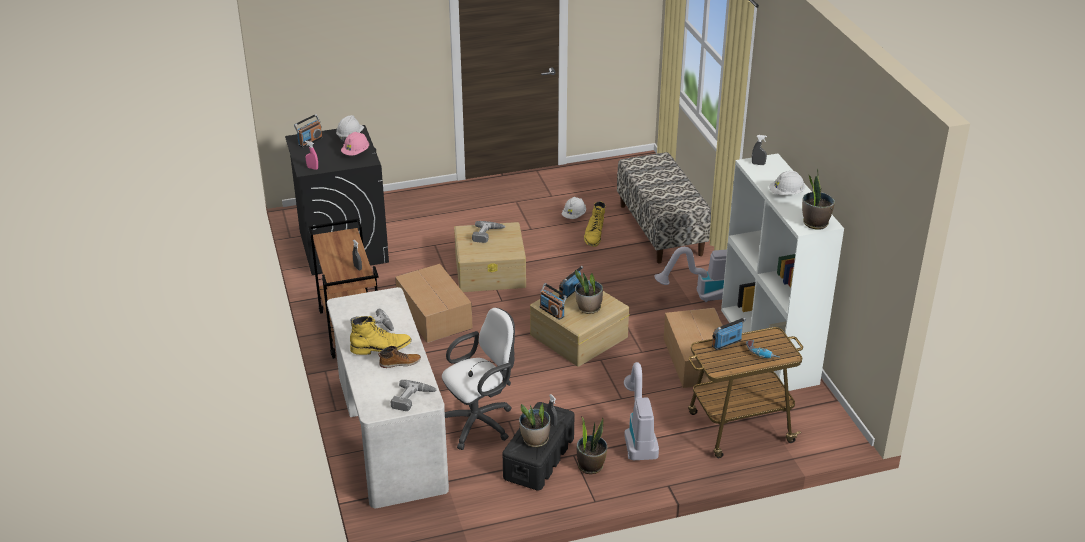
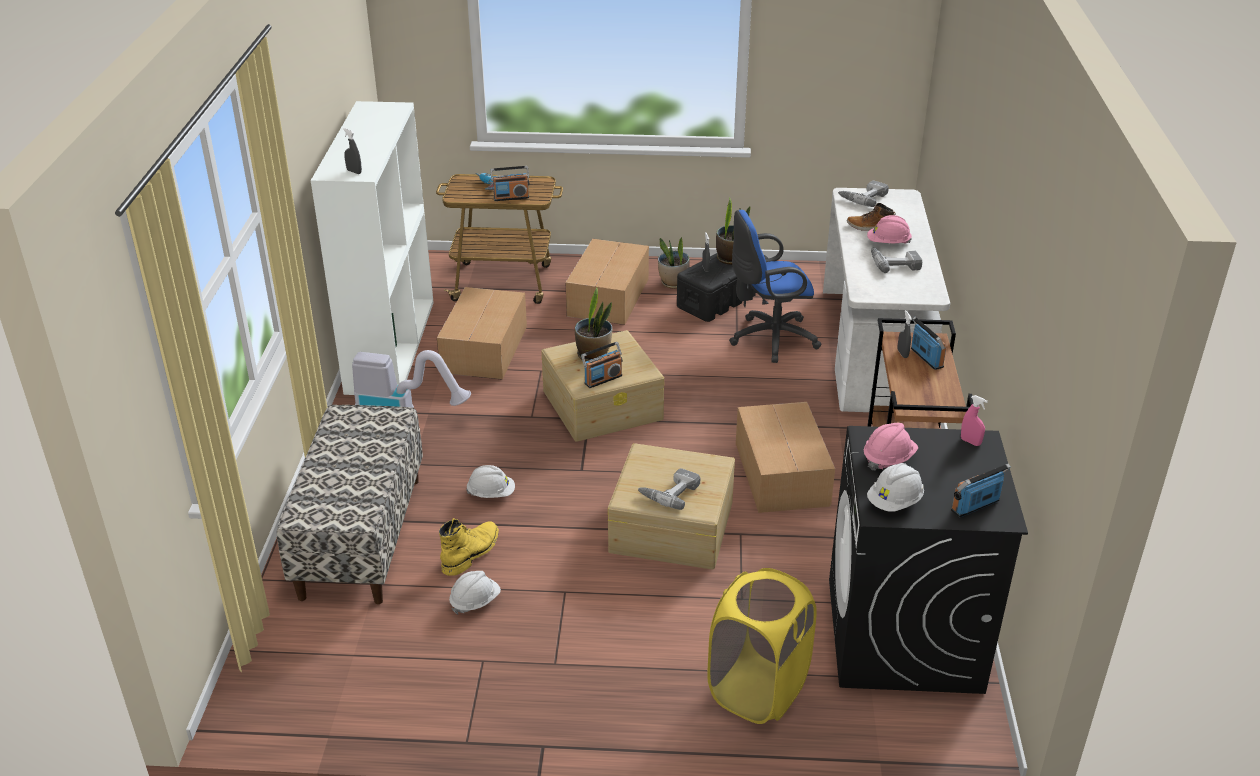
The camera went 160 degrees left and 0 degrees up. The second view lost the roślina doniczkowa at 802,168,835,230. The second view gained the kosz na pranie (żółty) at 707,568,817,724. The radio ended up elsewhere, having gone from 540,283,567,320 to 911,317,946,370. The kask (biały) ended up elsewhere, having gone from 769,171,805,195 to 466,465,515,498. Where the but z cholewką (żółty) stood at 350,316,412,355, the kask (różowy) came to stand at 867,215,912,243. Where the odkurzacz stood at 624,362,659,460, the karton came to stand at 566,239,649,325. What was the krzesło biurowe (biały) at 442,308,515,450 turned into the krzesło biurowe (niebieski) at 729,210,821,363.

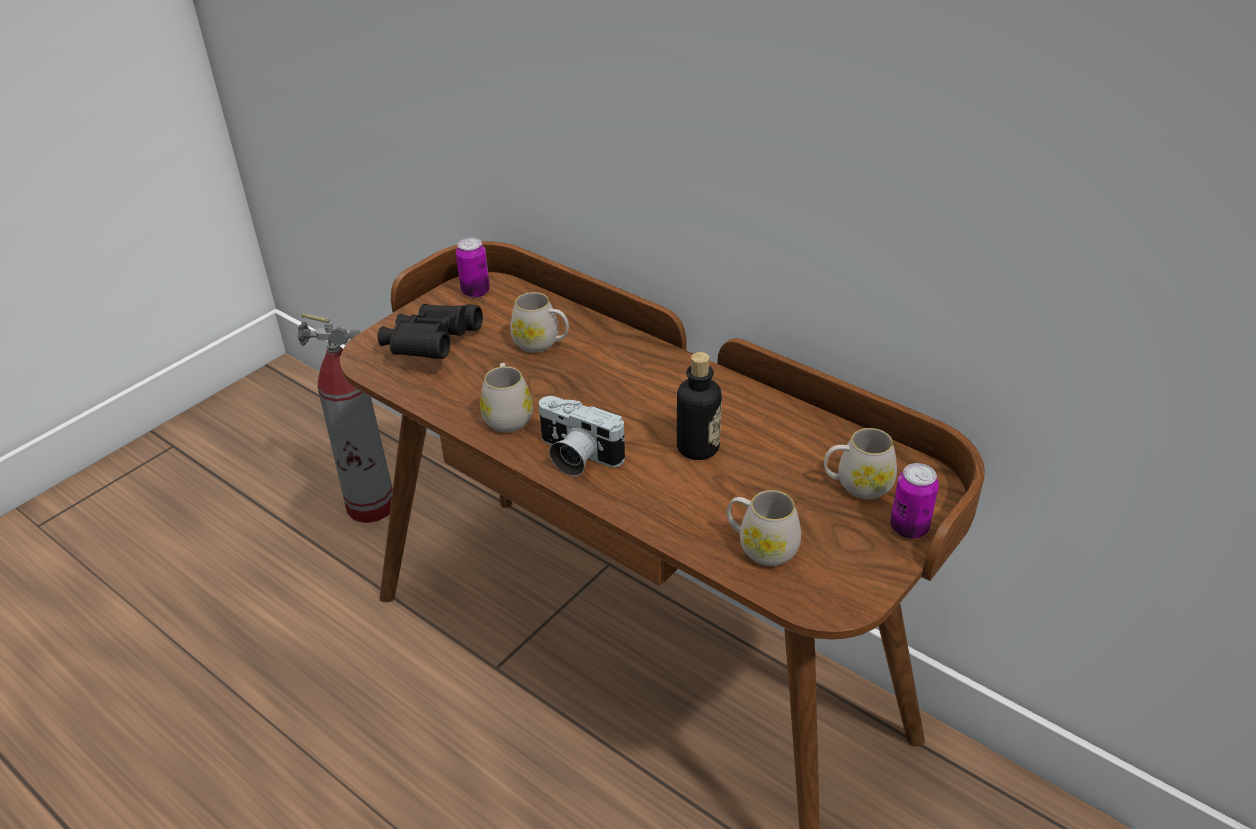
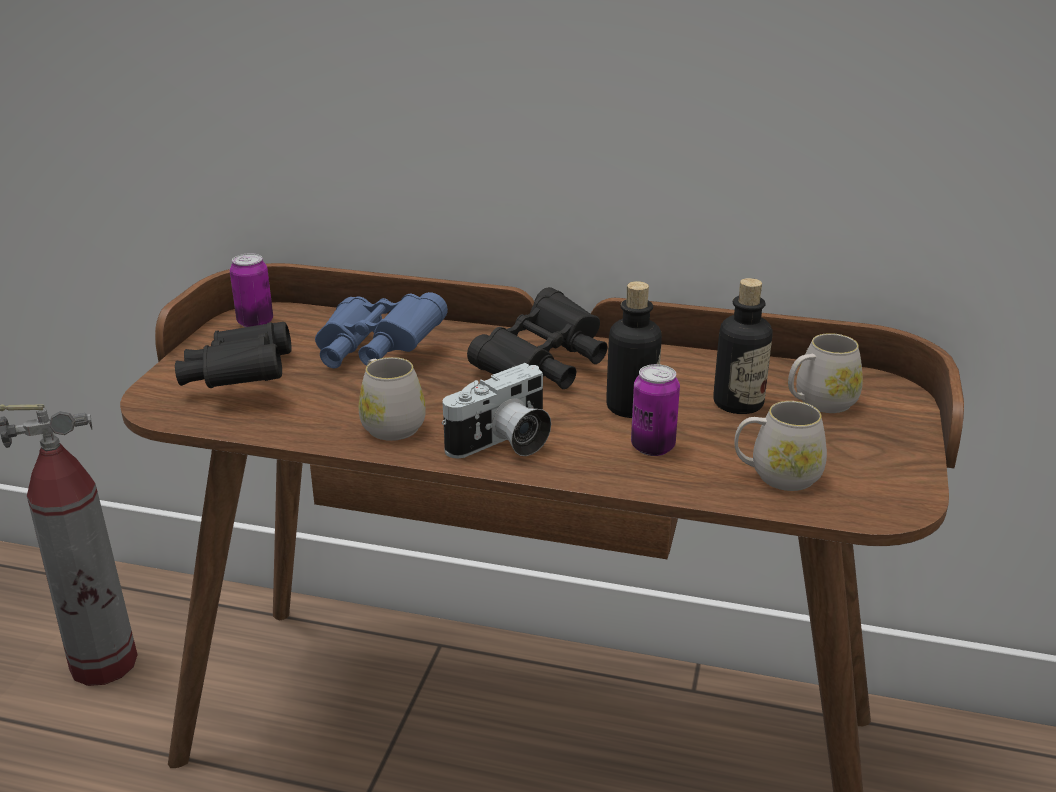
The camera went 25 degrees left and 10 degrees down. The second view gained the lornetka (czarny) at 467,287,608,389. The second view gained the butelka at 713,278,772,414. The puszka ended up elsewhere, having gone from 890,463,939,538 to 631,364,680,456. Where the kubek (biały) stood at 510,292,569,353, the lornetka (niebieski) came to stand at 315,292,448,369. The aparat fotograficzny at 538,396,626,476 ended up facing another way, 45 degrees counterclockwise from before.

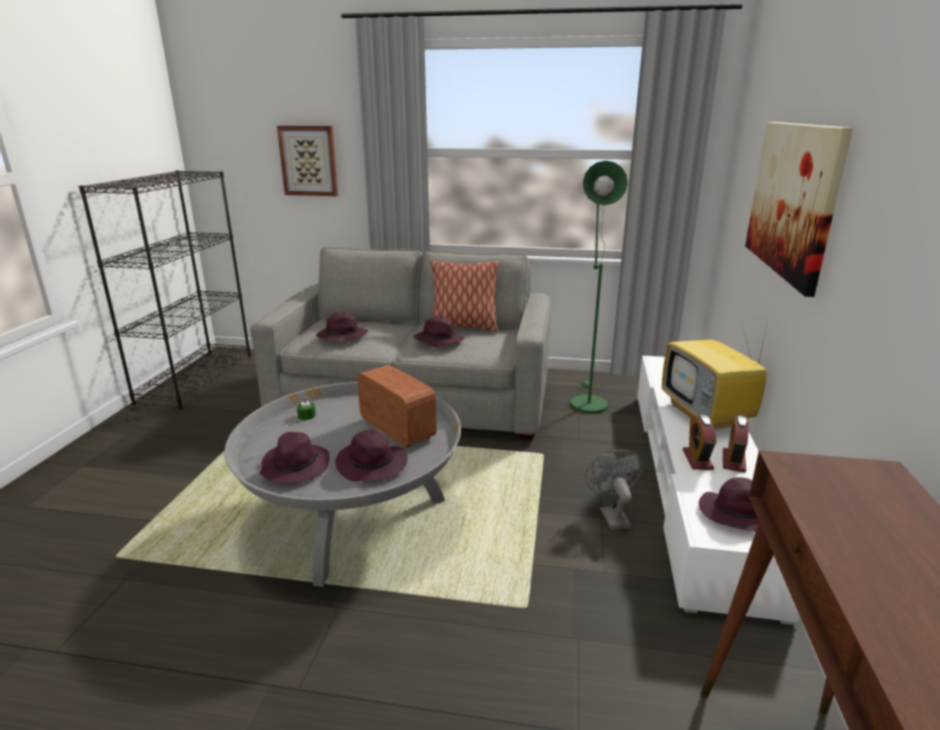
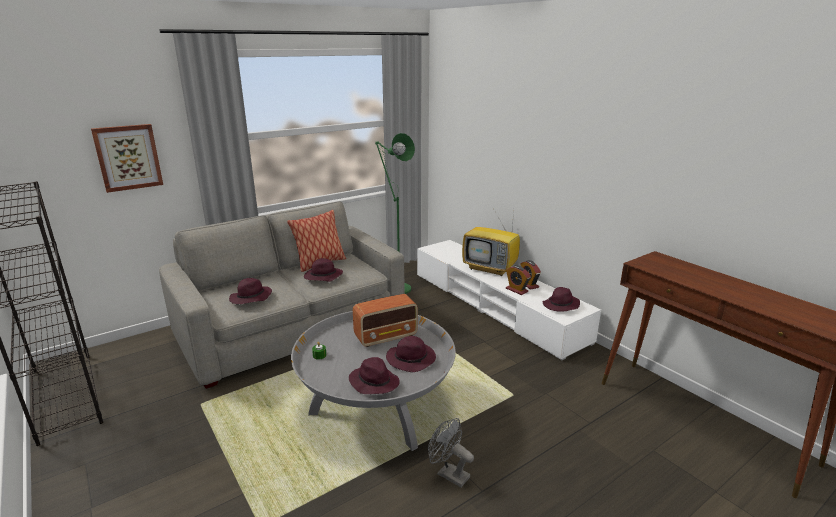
The camera went 45 degrees left and 0 degrees up. The second view lost the obraz at 745,122,853,297. The wentylator (szary) ended up elsewhere, having gone from 585,450,643,530 to 428,418,474,487. The radio at 357,365,437,448 ended up facing another way, 150 degrees clockwise from before.

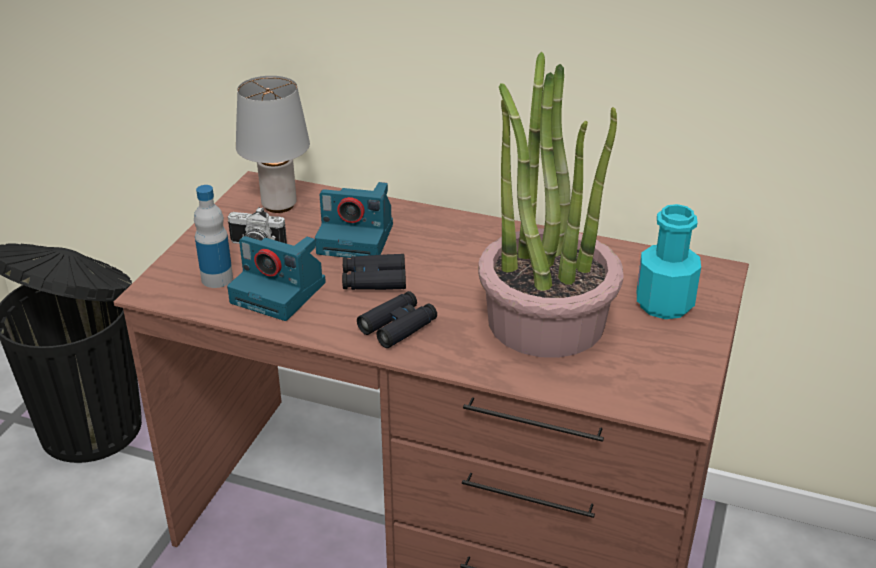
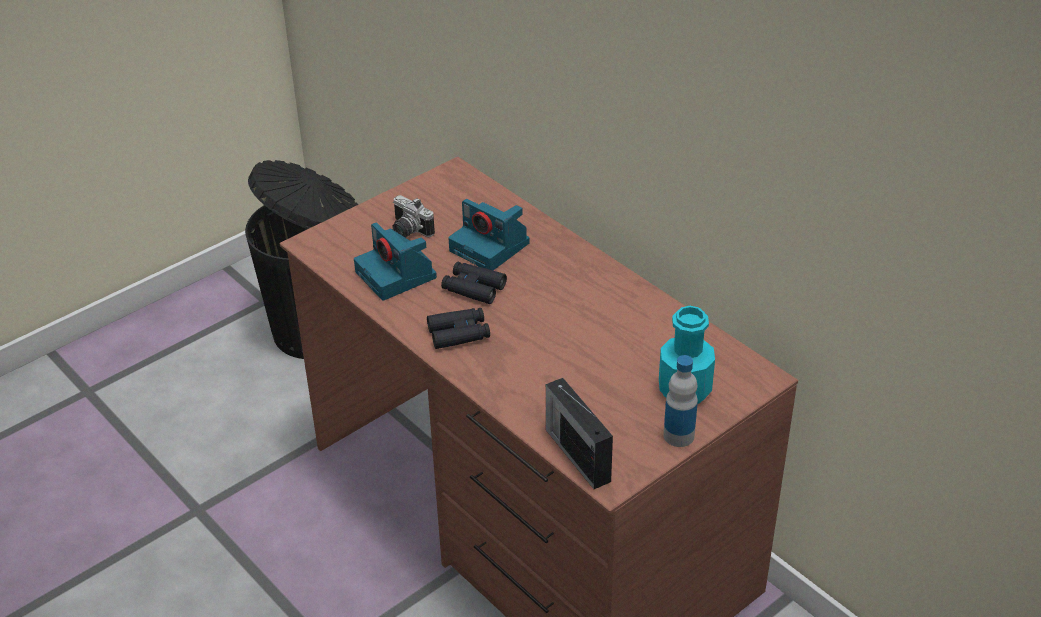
The camera went 30 degrees right and 5 degrees up. The second view lost the lampa stołowa (szary) at 236,76,310,213. The second view lost the roślina doniczkowa at 478,52,624,358. The second view gained the radio at 546,378,613,489. The butelka ended up elsewhere, having gone from 194,185,233,288 to 664,355,698,447.

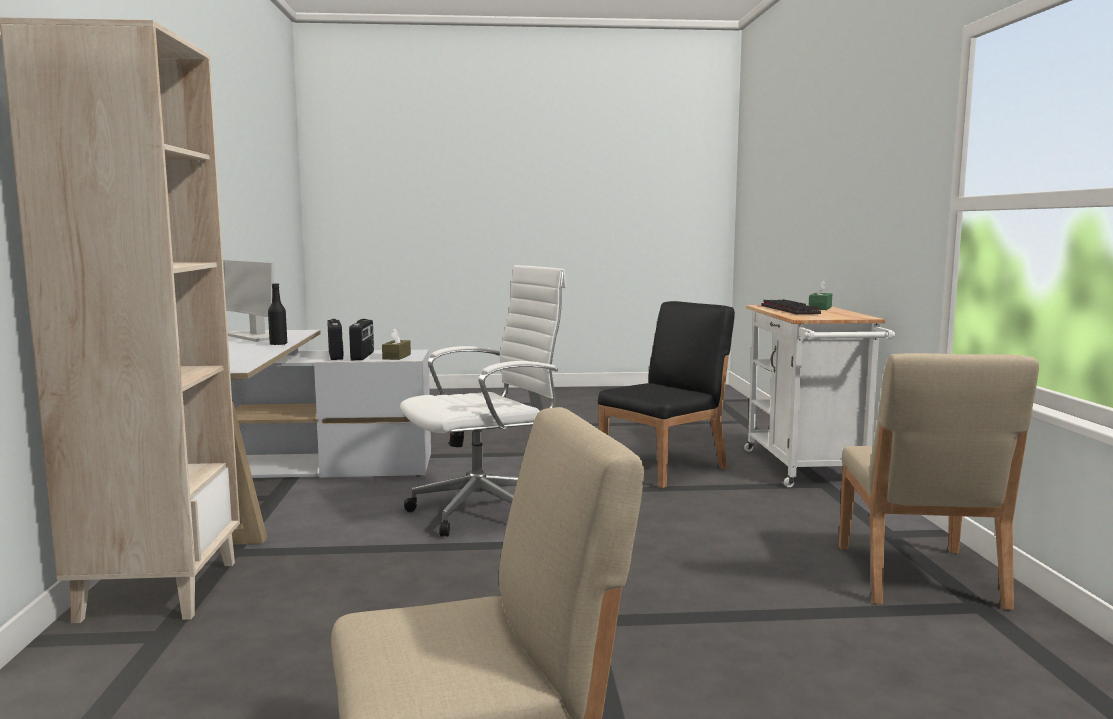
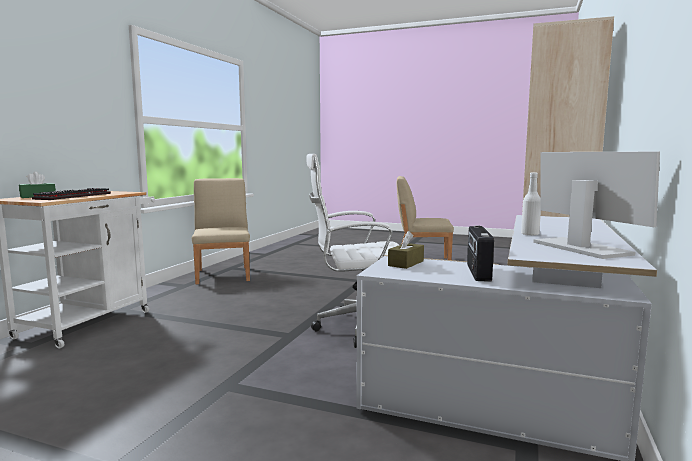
The camera went 155 degrees left and 0 degrees up. The second view lost the radio at 349,319,374,360. The second view lost the krzesło (czarny) at 598,301,735,488. What was the butelka (czarny) at 268,283,287,345 turned into the butelka (biały) at 521,172,541,236. The krzesło (beżowy) at 839,353,1039,610 ended up facing another way, 45 degrees counterclockwise from before.

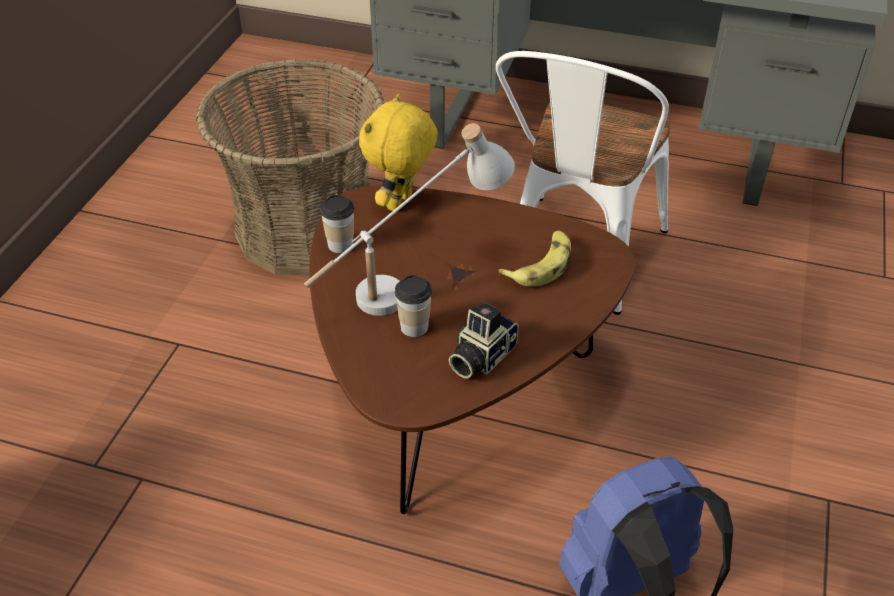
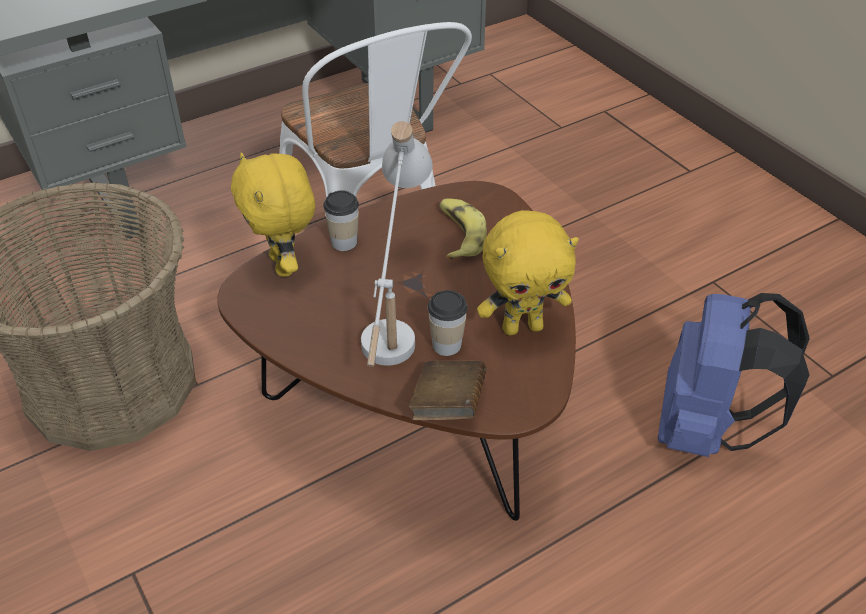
The camera went 50 degrees left and 0 degrees up. The second view gained the książka (brązowy) at 409,361,486,421. The filiżanka ended up elsewhere, having gone from 320,195,354,253 to 323,190,359,251. Where the aparat fotograficzny stood at 449,301,518,379, the pluszak (żółty) came to stand at 477,210,579,335.

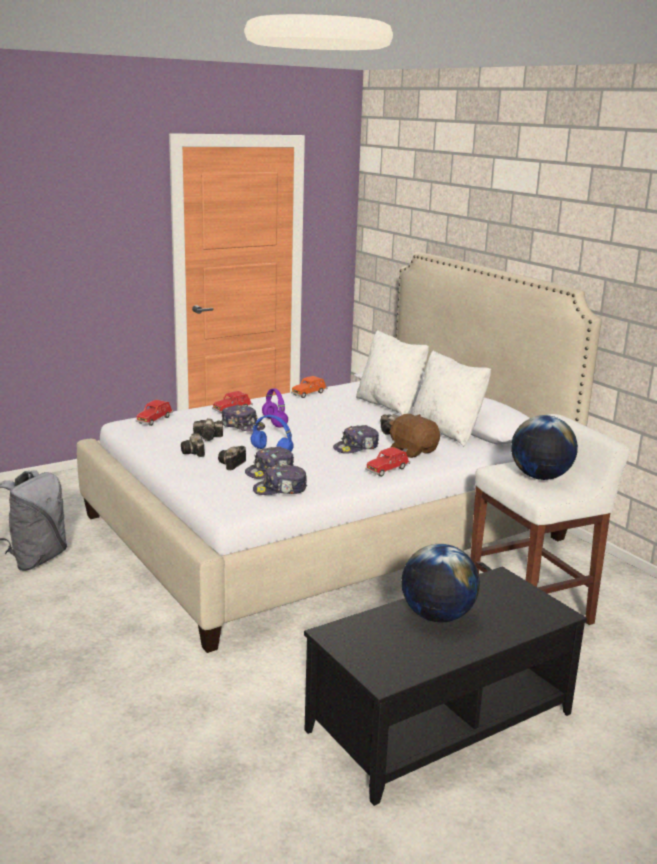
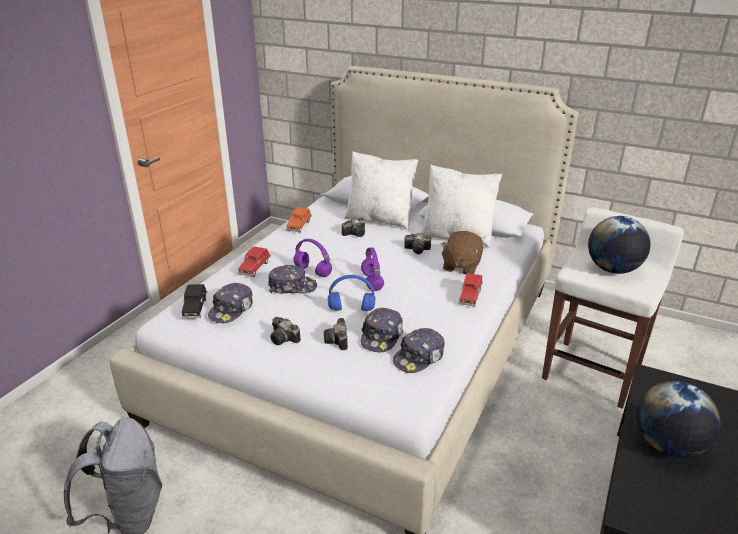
The camera went 30 degrees left and 10 degrees up. The second view gained the słuchawki (fioletowy) at 361,247,384,291. The aparat fotograficzny ended up elsewhere, having gone from 193,418,223,441 to 342,217,365,237. The czapka z daszkiem ended up elsewhere, having gone from 333,425,379,454 to 208,283,253,323. What was the samochodzik (czerwony) at 136,400,173,426 turned into the samochodzik (czarny) at 182,284,207,319. The pluszak (brązowy) at 389,414,440,458 ended up facing another way, 90 degrees counterclockwise from before.

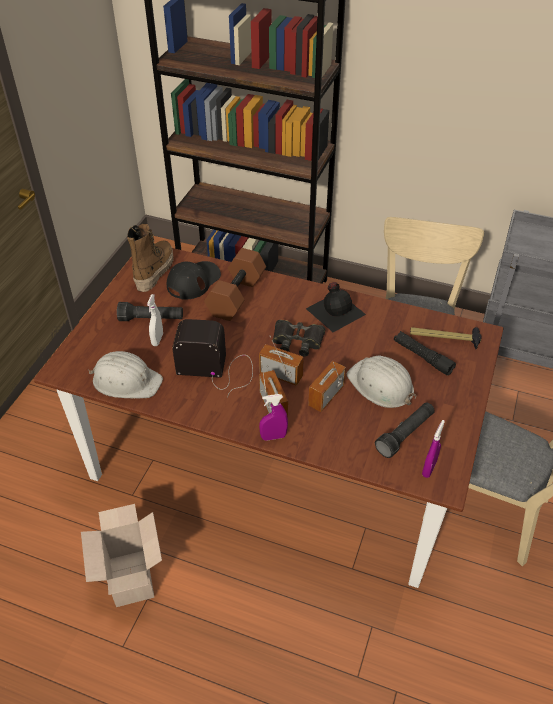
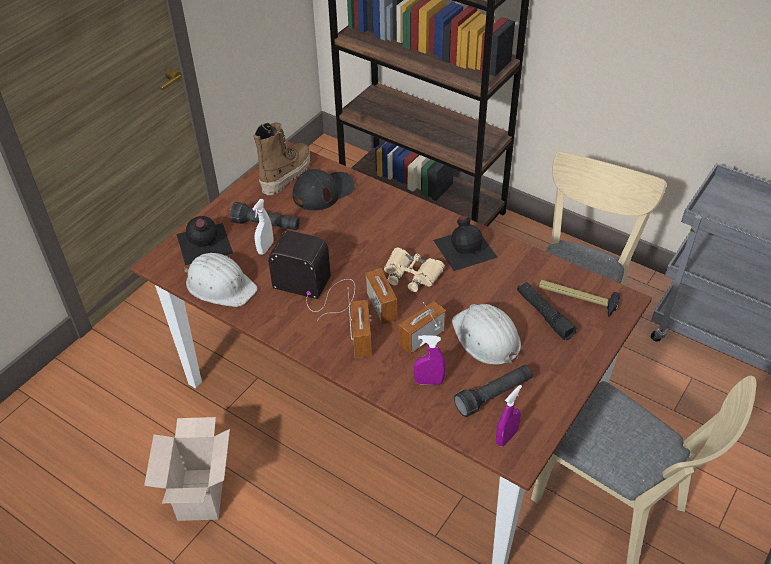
The camera went 15 degrees right and 0 degrees up. The second view lost the hantel (brązowy) at 204,248,266,321. The second view gained the butelka (czarny) at 177,216,233,265. The spryskiwacz (fioletowy) ended up elsewhere, having gone from 259,394,288,441 to 414,335,446,385. What was the lornetka (czarny) at 273,320,325,357 turned into the lornetka (beżowy) at 384,248,445,292. The radio at 259,336,304,386 ended up facing another way, 150 degrees counterclockwise from before.

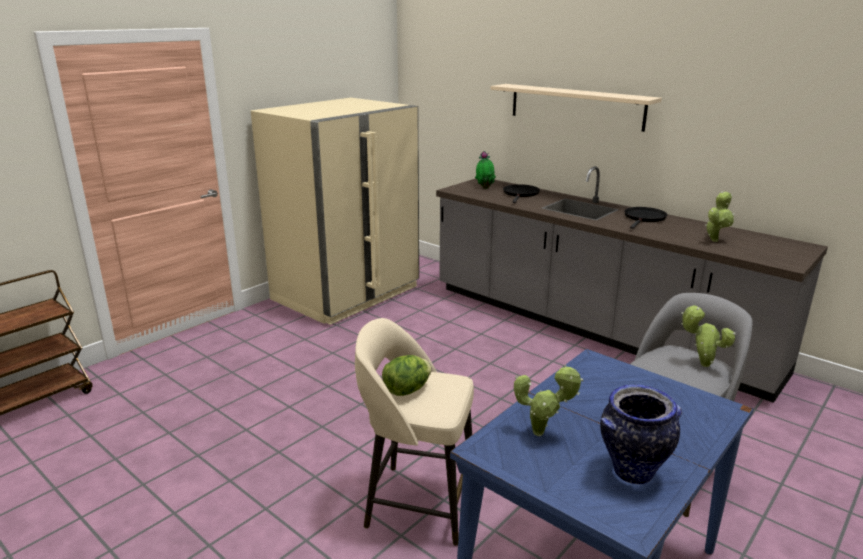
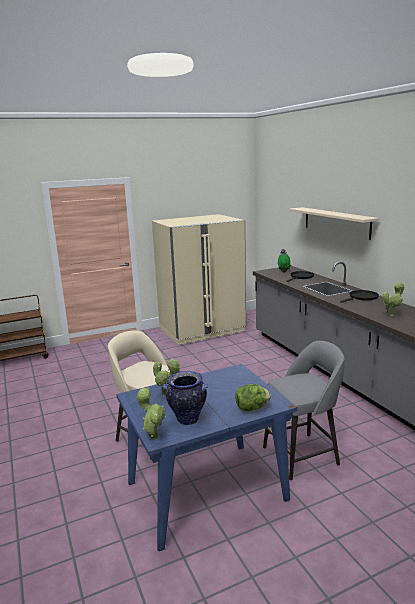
The camera went 25 degrees right and 5 degrees down. The sałata ended up elsewhere, having gone from 382,355,432,396 to 235,384,271,411. The roślina doniczkowa ended up elsewhere, having gone from 681,305,735,367 to 137,388,166,440.

